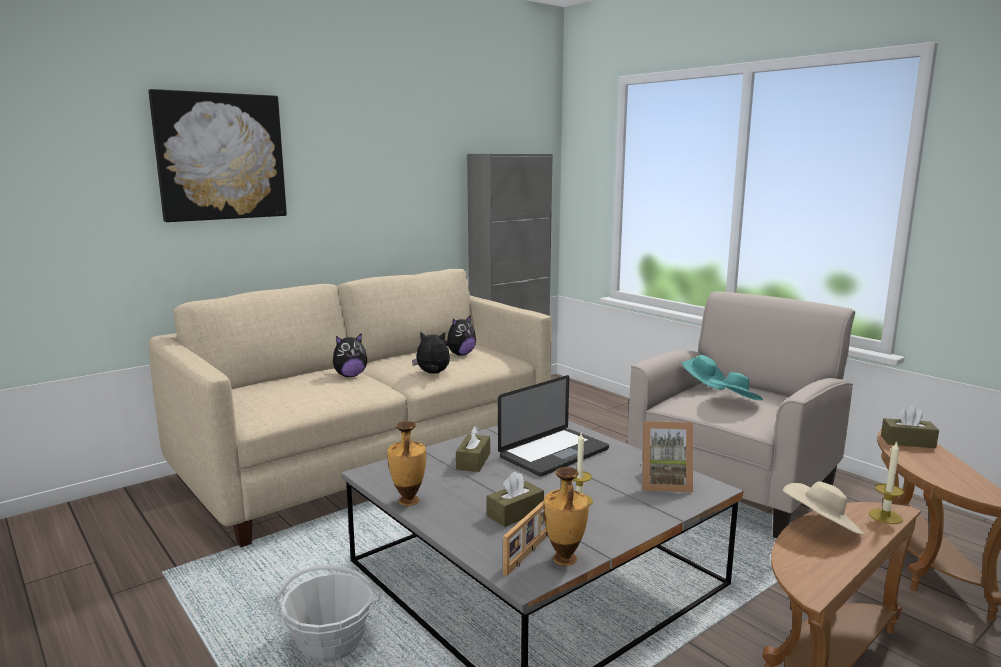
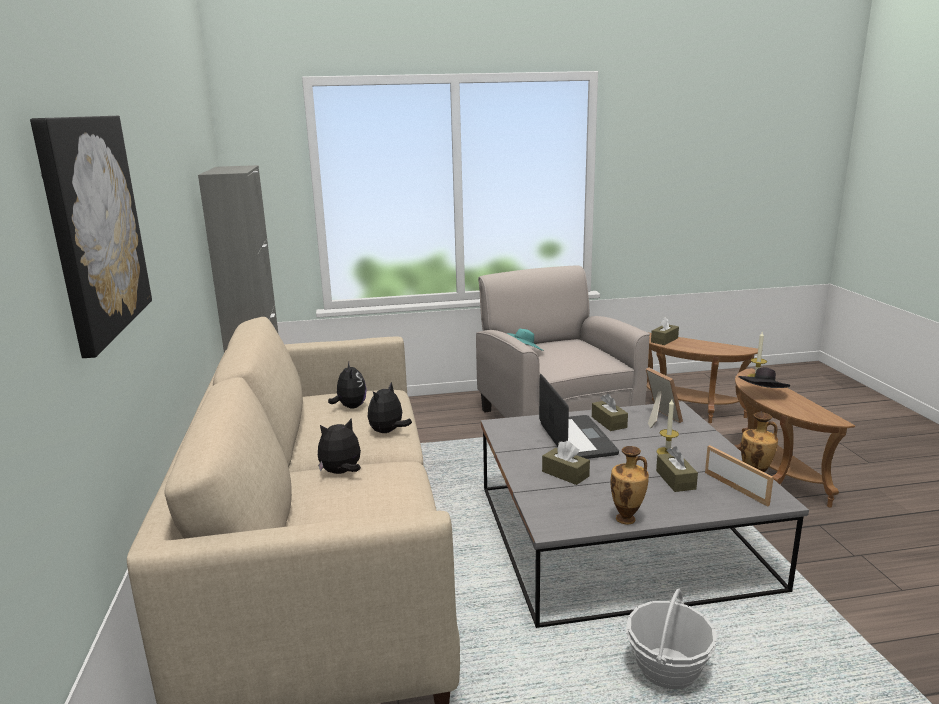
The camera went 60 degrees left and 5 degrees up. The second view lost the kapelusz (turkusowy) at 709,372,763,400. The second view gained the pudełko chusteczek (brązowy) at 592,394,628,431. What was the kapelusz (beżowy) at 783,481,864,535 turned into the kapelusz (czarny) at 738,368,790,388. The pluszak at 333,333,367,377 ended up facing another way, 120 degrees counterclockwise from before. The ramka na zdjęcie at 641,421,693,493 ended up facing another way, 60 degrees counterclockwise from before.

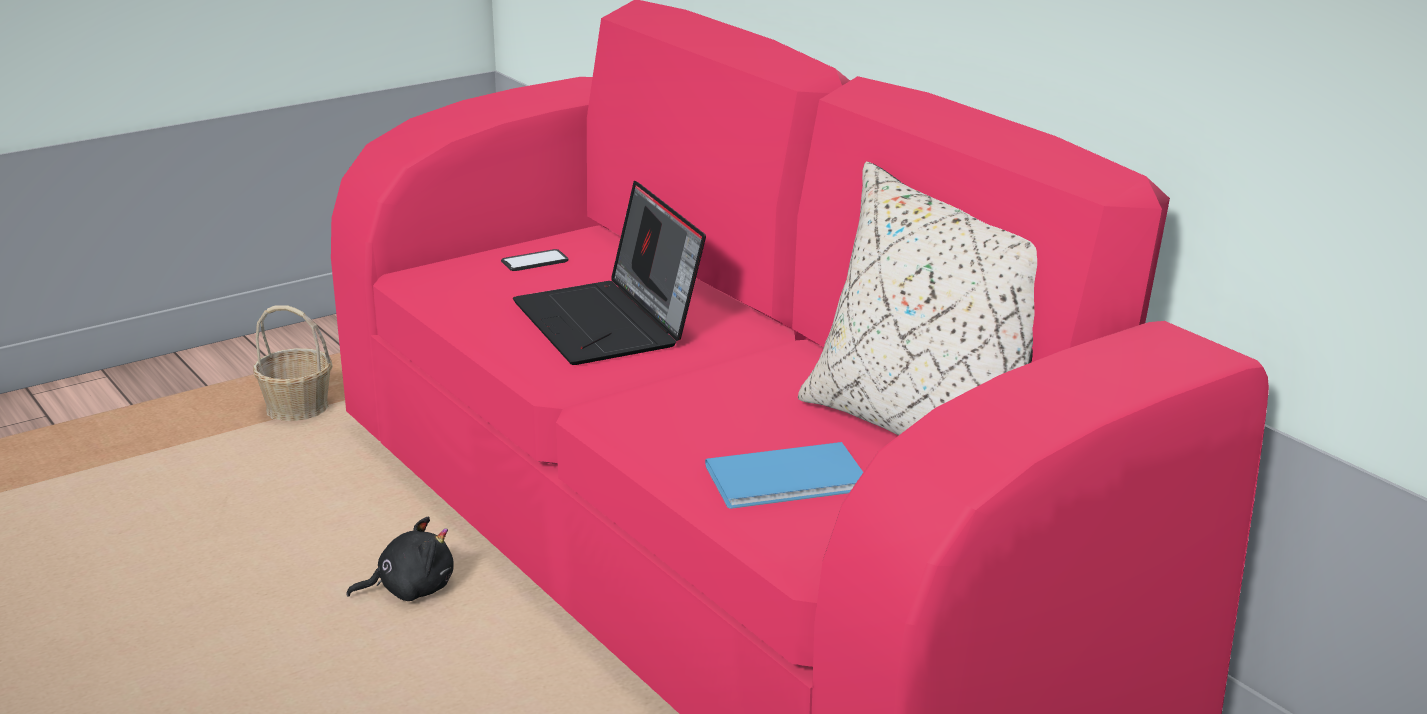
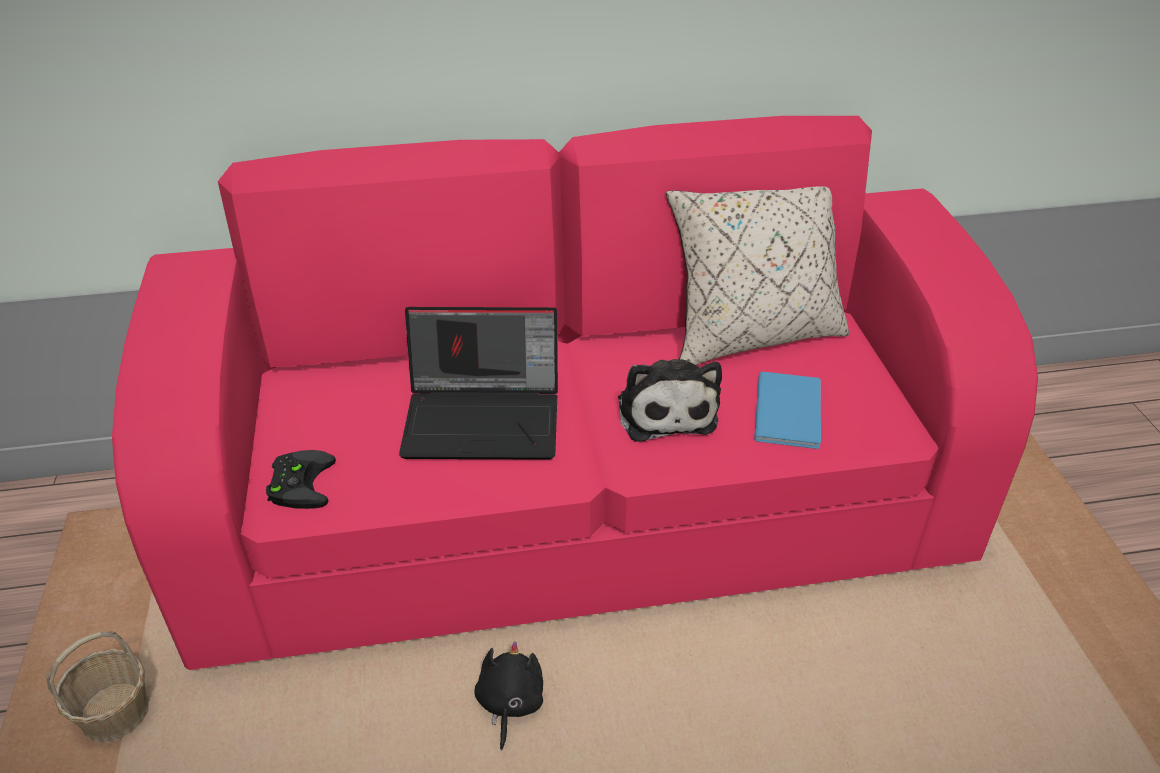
The camera went 65 degrees left and 15 degrees up. The second view lost the telefon at 501,249,569,271. The second view gained the pad do gier (czarny) at 266,450,336,509. The second view gained the pluszak at 618,359,722,442.

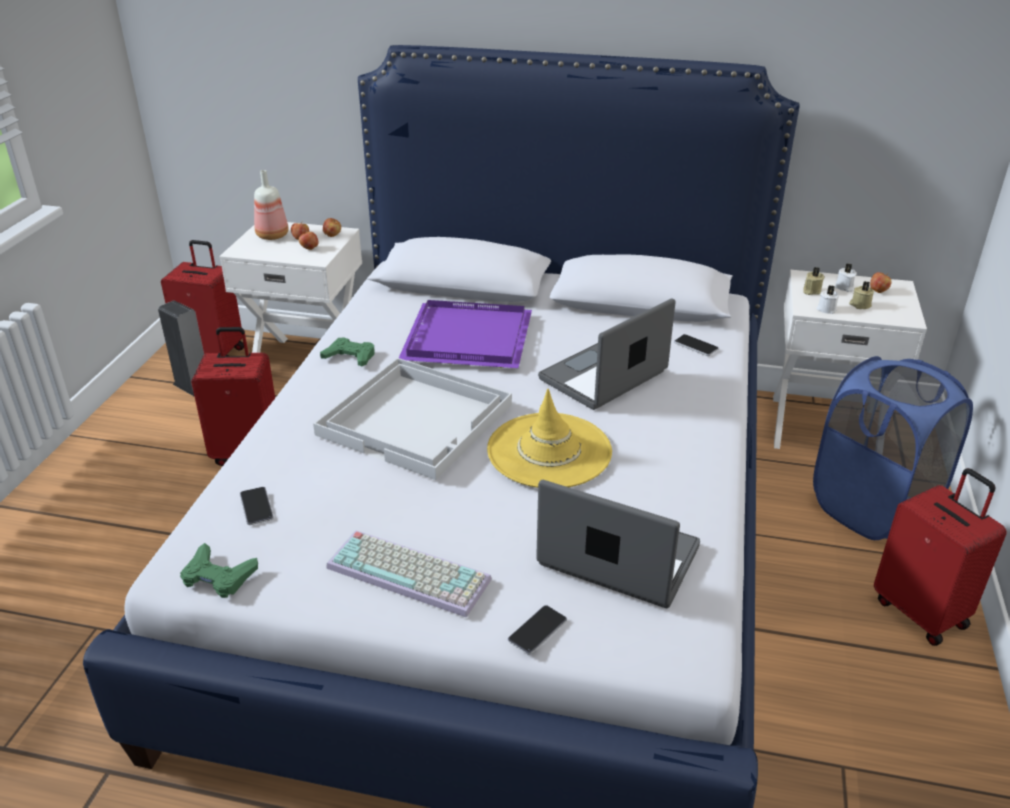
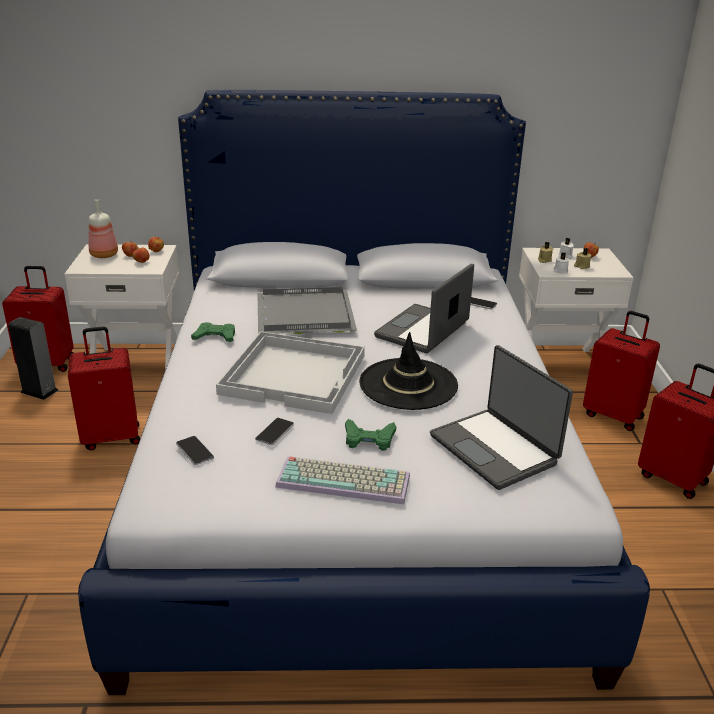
The camera went 15 degrees left and 5 degrees down. The pad do gier (zielony) ended up elsewhere, having gone from 180,543,258,598 to 345,419,396,451. The telefon ended up elsewhere, having gone from 508,605,567,655 to 255,418,294,445. Where the kosz na pranie (niebieski) stood at 813,356,973,540, the walizka (czerwony) came to stand at 583,311,660,431. What was the taca (fioletowy) at 399,300,532,368 turned into the taca (szary) at 258,287,357,334. What was the kapelusz (żółty) at 487,389,612,488 turned into the kapelusz (czarny) at 359,332,458,410. The laptop at 536,480,700,608 ended up facing another way, 135 degrees counterclockwise from before.

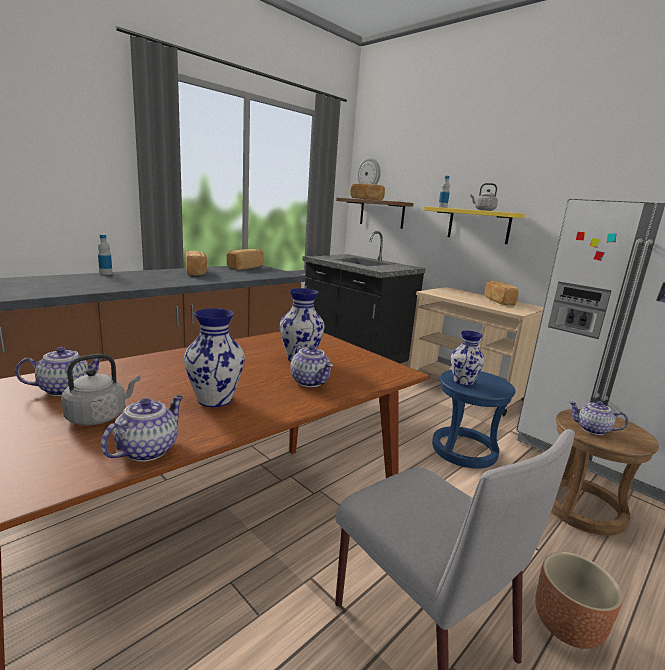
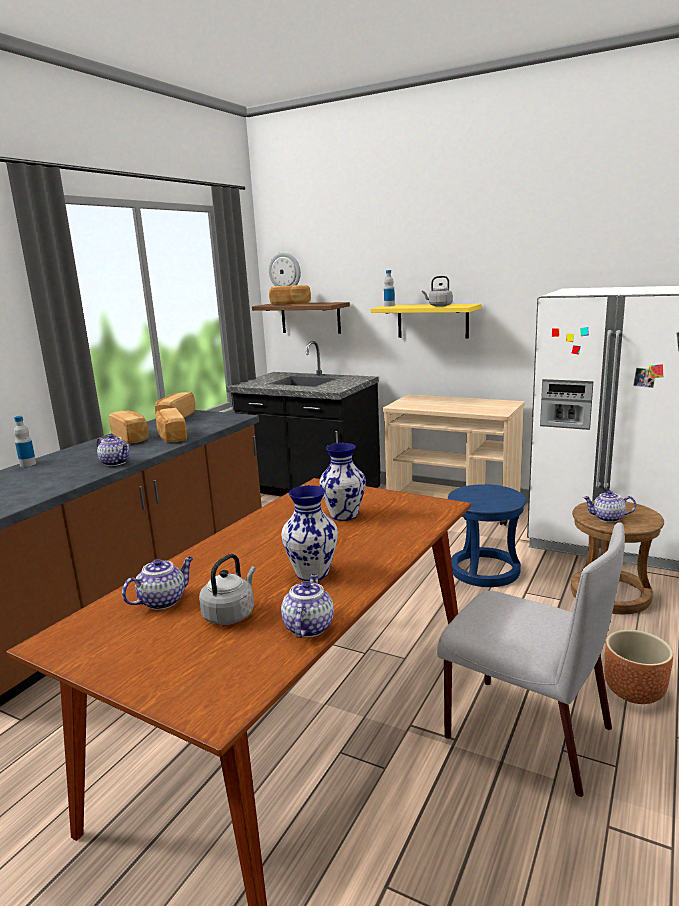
The camera went 15 degrees left and 0 degrees up. The second view lost the wazon at 451,331,485,386. The imbryk ended up elsewhere, having gone from 290,344,333,387 to 97,434,130,466. The chleb ended up elsewhere, having gone from 485,281,519,306 to 156,407,187,442.

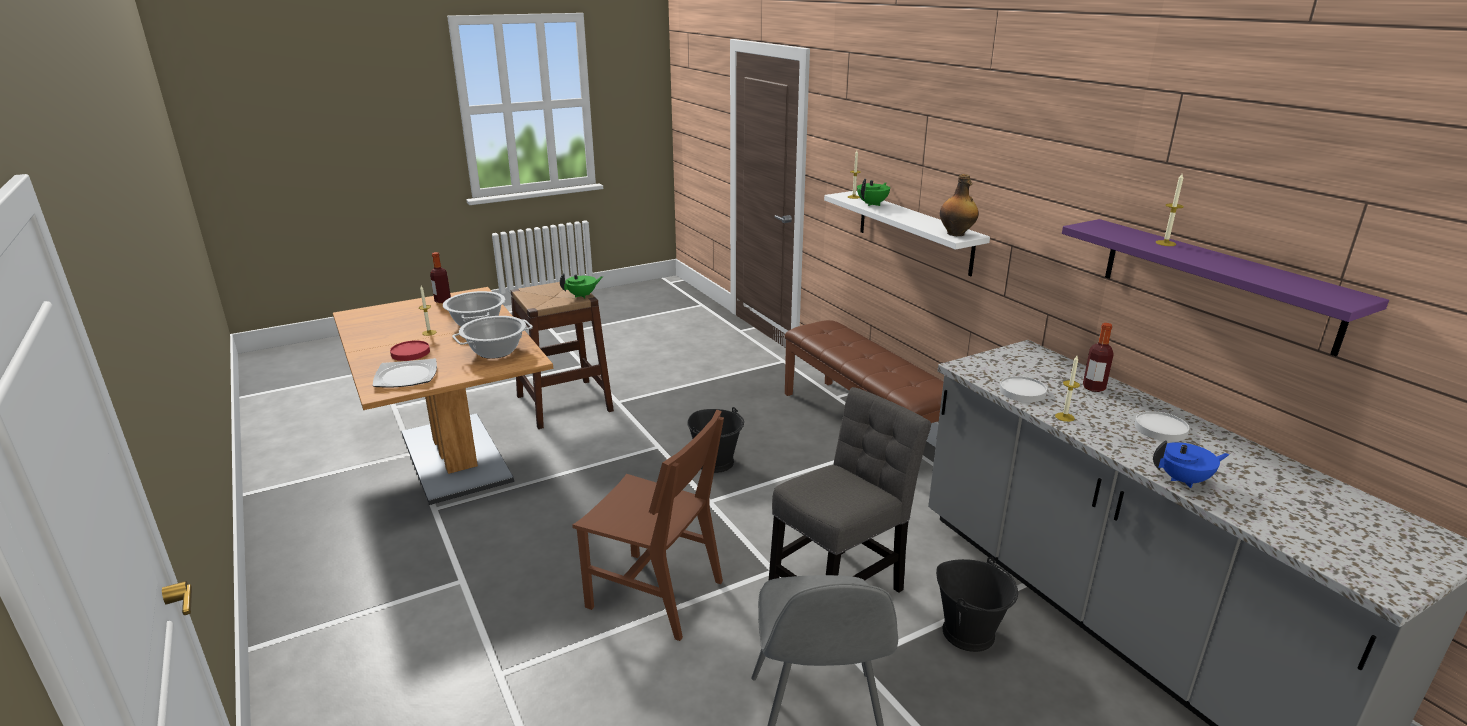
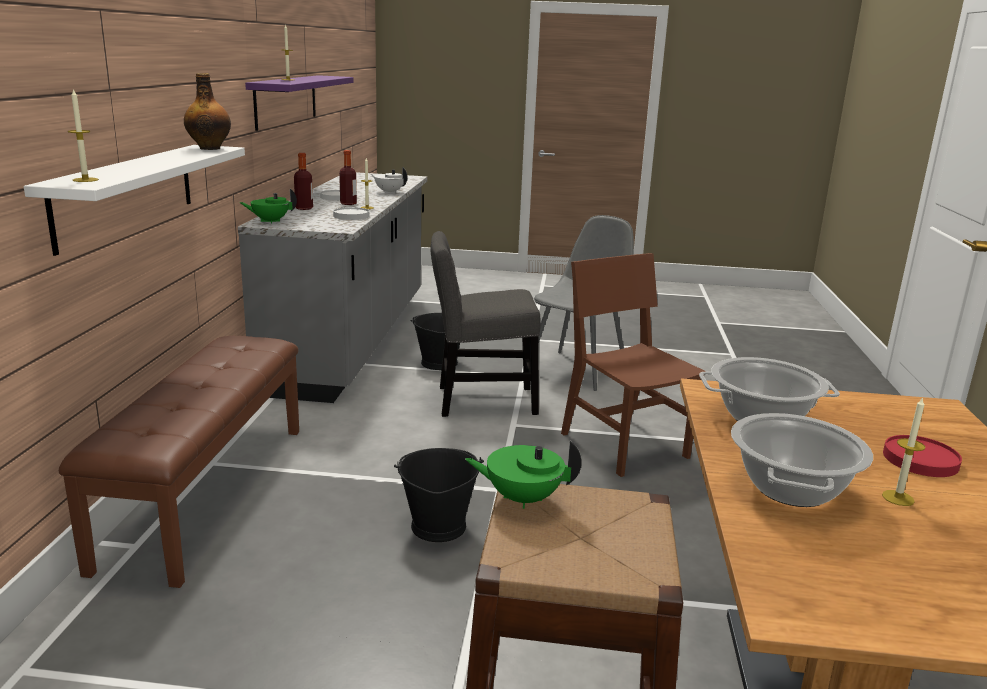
The camera went 145 degrees left and 5 degrees down. The second view lost the talerz at 373,358,437,388. The butelka ended up elsewhere, having gone from 430,252,451,303 to 339,150,357,205. The imbryk (zielony) ended up elsewhere, having gone from 857,179,890,206 to 239,189,297,223. What was the imbryk (niebieski) at 1153,440,1230,488 turned into the imbryk (biały) at 371,167,407,194.

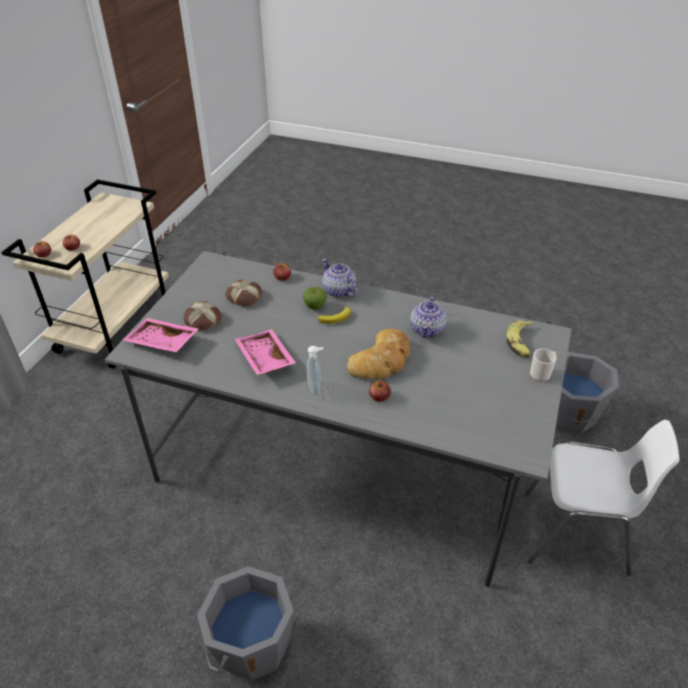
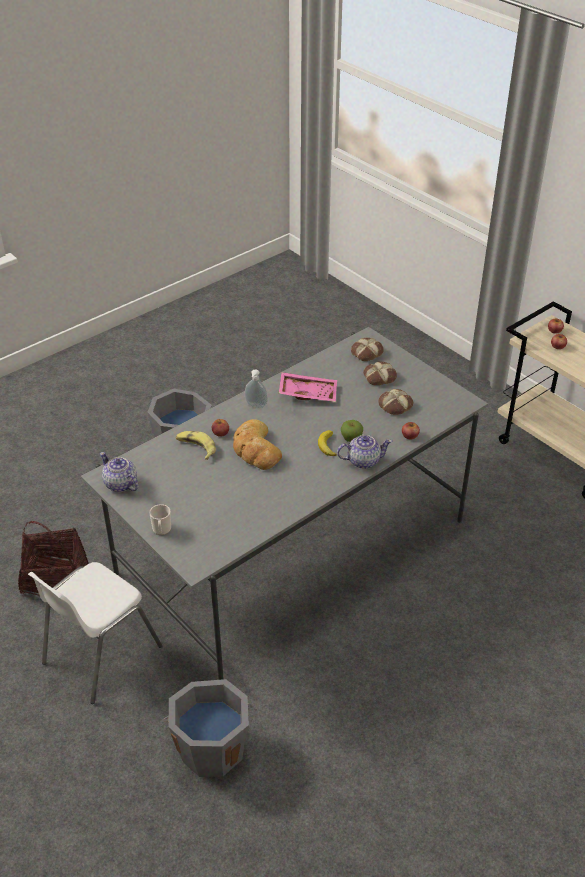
The camera went 120 degrees right and 0 degrees up. The second view gained the koszyk at 18,521,88,596. The imbryk ended up elsewhere, having gone from 410,294,446,338 to 100,452,139,492. The banan ended up elsewhere, having gone from 506,320,534,358 to 176,431,216,460. Where the taca (różowy) stood at 123,318,199,352, the chleb came to stand at 351,338,384,361.

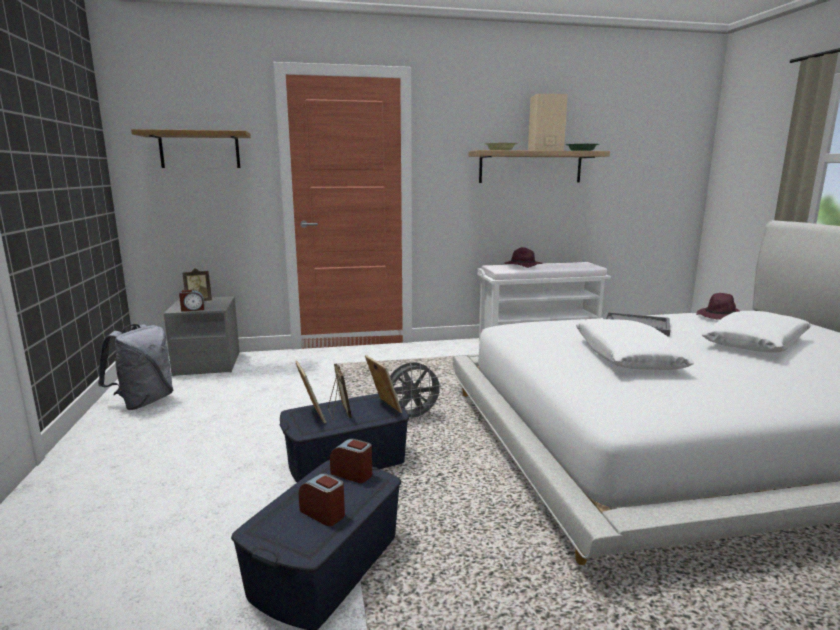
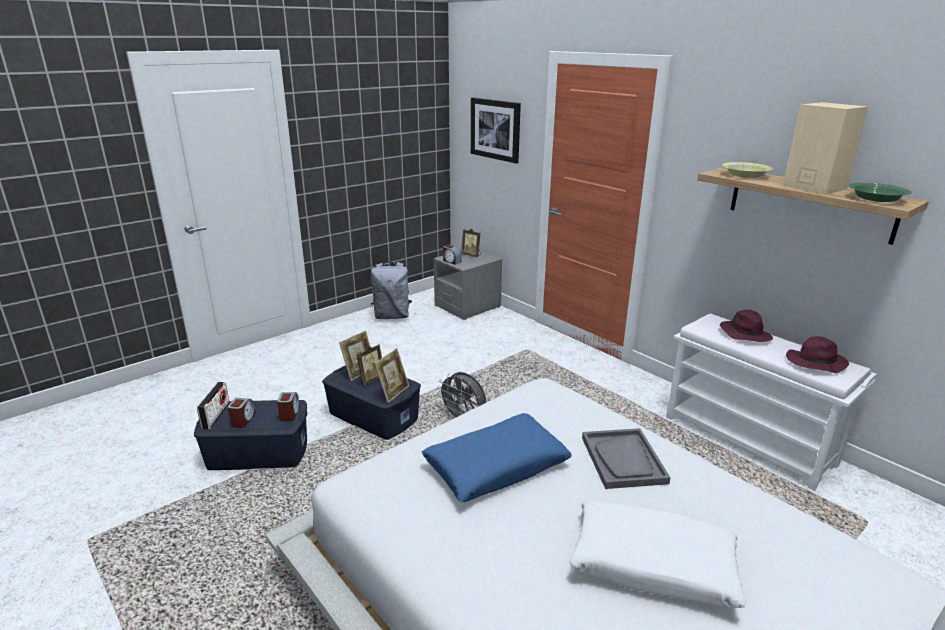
The camera went 60 degrees right and 10 degrees up. The second view gained the radio at 197,382,230,429. The kapelusz (fioletowy) ended up elsewhere, having gone from 696,293,739,320 to 786,336,849,373. Where the półka hung at 131,129,251,168, the obraz came to hang at 471,97,521,164. What was the poduszka (biały) at 576,319,694,370 turned into the poduszka (niebieski) at 422,413,572,502.

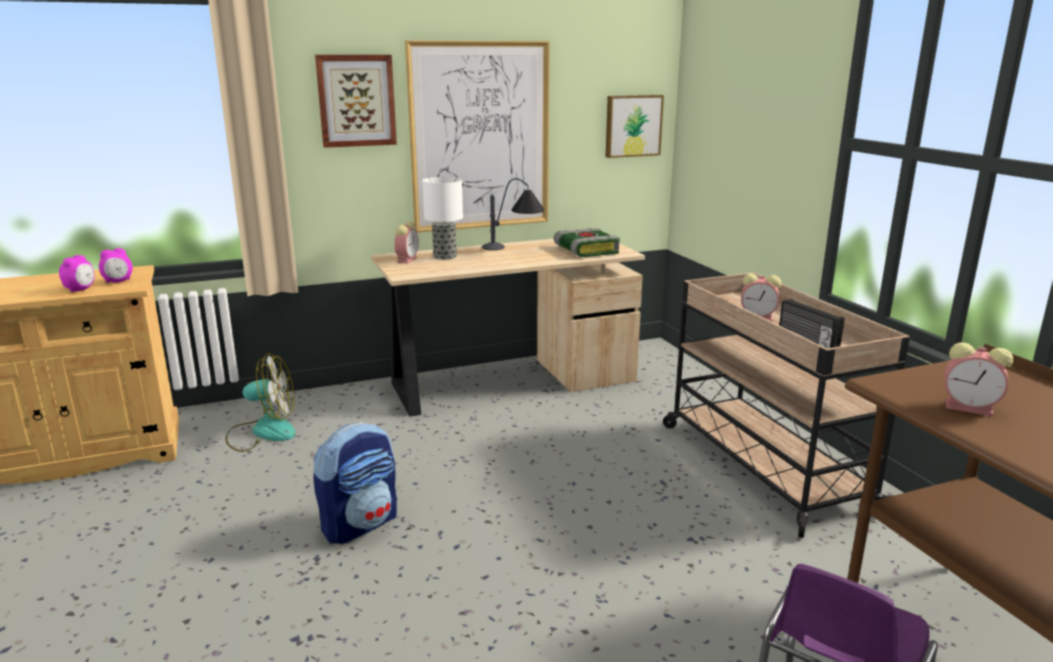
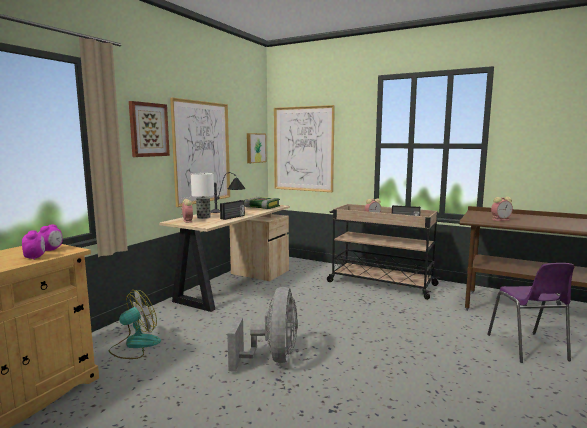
The camera went 40 degrees left and 10 degrees down. The second view gained the radio at 220,200,245,220. The second view gained the obraz at 274,105,335,192. Where the plecak stood at 313,422,397,544, the wentylator (szary) came to stand at 227,287,298,372.

